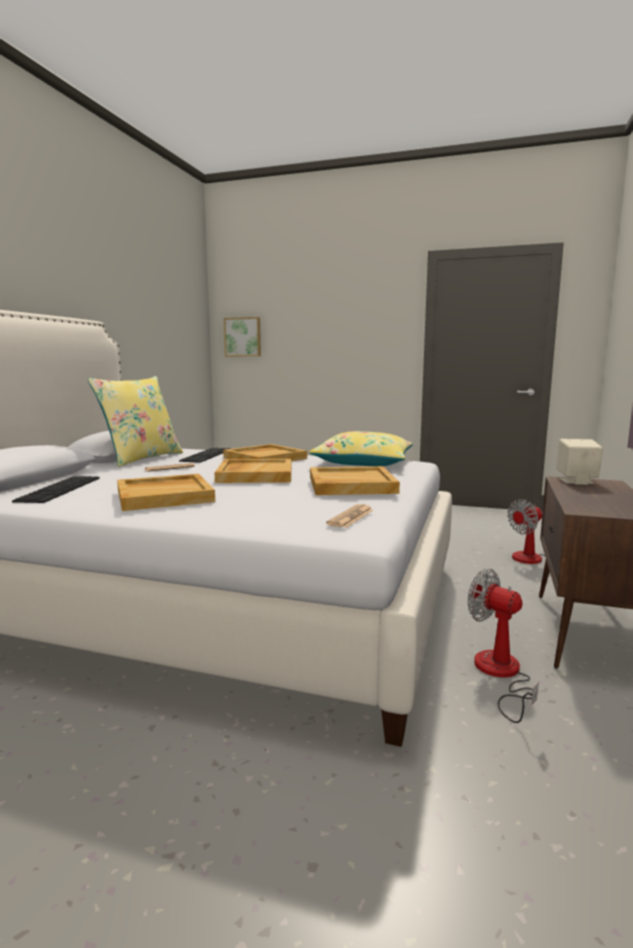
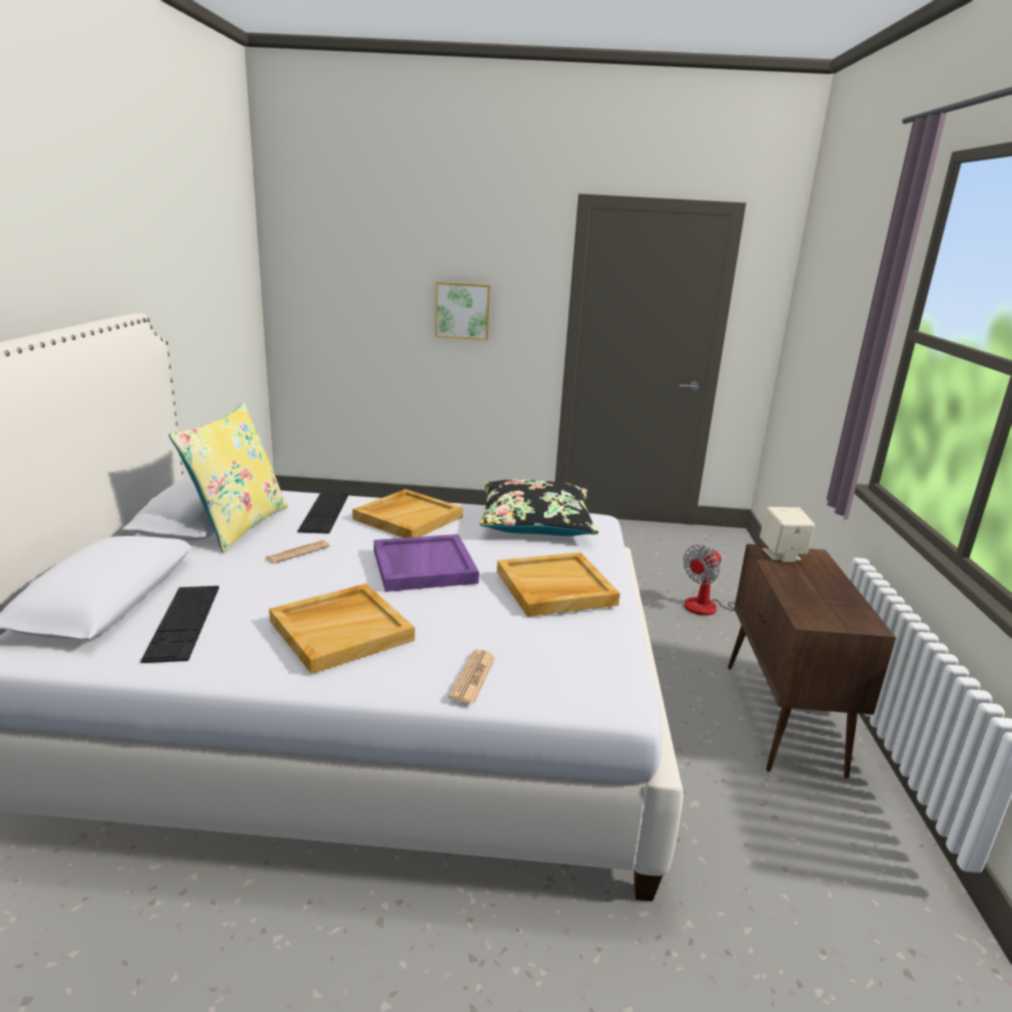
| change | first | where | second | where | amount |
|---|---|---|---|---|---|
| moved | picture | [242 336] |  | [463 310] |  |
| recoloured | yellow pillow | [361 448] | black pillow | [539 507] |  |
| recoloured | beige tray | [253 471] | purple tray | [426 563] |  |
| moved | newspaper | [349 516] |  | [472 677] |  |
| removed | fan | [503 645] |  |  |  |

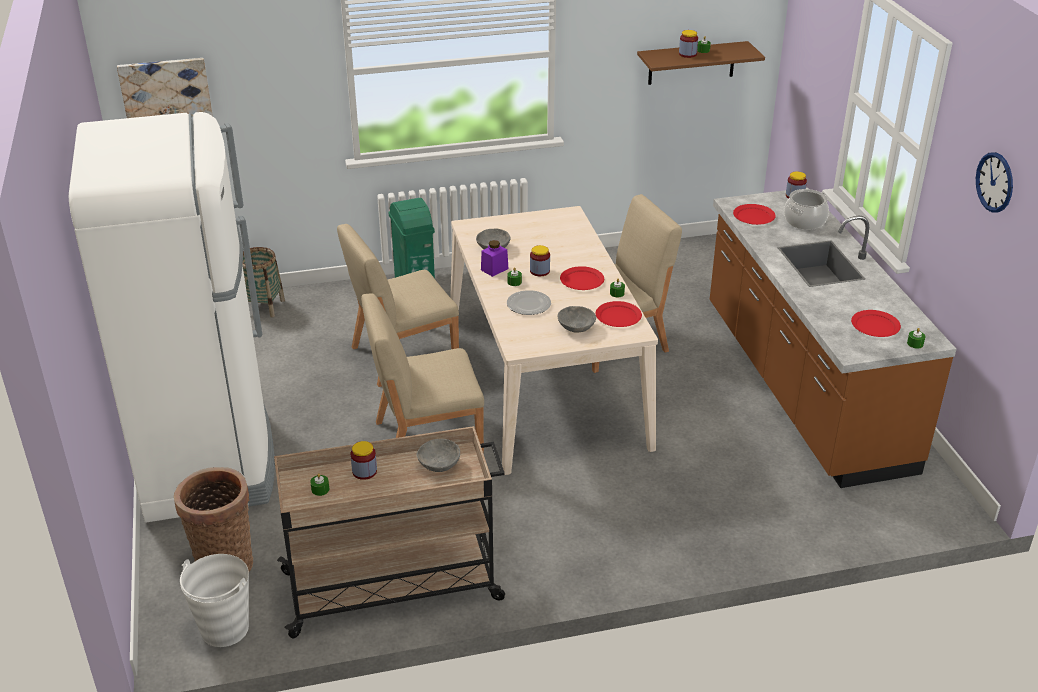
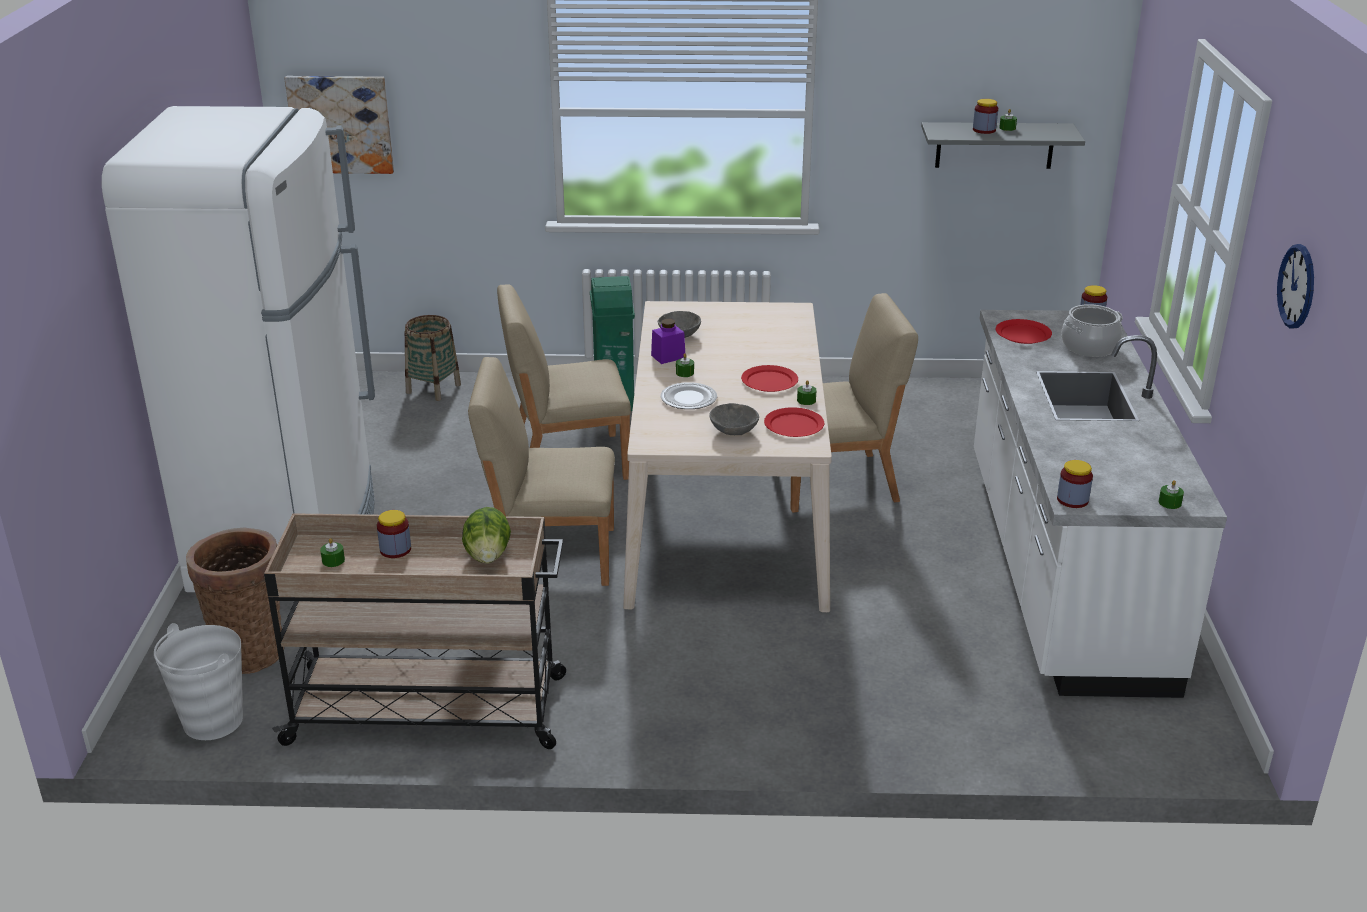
| change | first | where | second | where | amount |
|---|---|---|---|---|---|
| recoloured | brown shelf | [701 63] | grey shelf | [1003 145] |  |
| recoloured | brown counter | [833 338] | white counter | [1100 504] |  |
| moved | jar | [540 260] |  | [1075 484] |  |
| removed | red plate | [876 323] |  |  |  |
| replaced | grey bowl | [438 455] | lettuce | [486 535] |  |

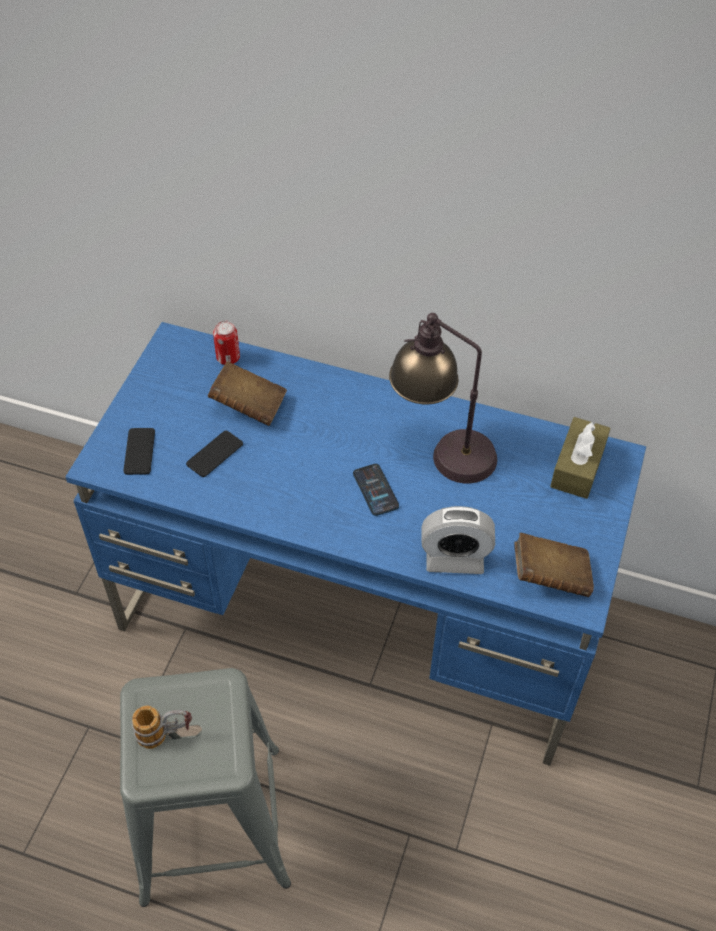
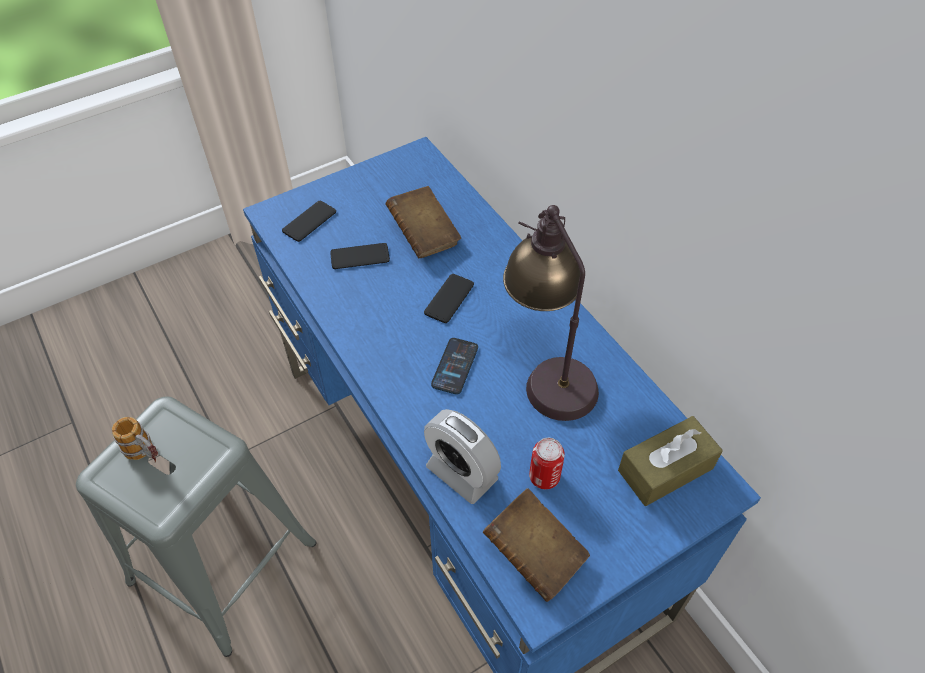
| change | first | where | second | where | amount |
|---|---|---|---|---|---|
| moved | can | [226 343] |  | [547 463] |  |
| added |  |  | phone | [449 298] |  |

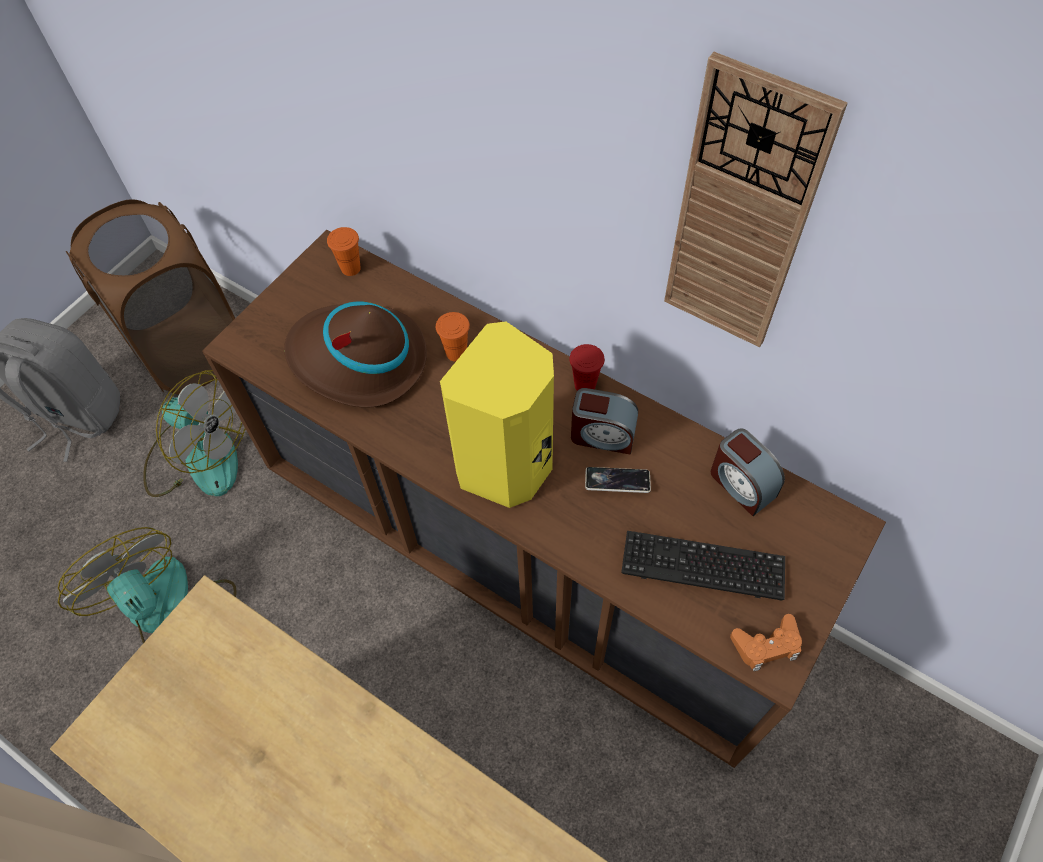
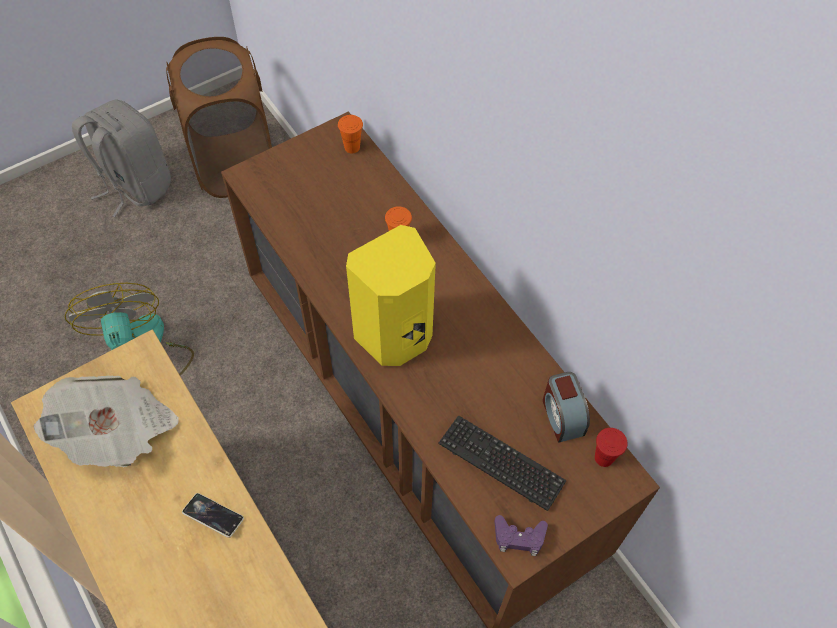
| change | first | where | second | where | amount |
|---|---|---|---|---|---|
| removed | wall clock | [756 199] |  |  |  |
| removed | brown hat | [355 354] |  |  |  |
| moved | red cup | [587 367] |  | [611 447] |  |
| removed | fan | [194 433] |  |  |  |
| removed | alarm clock | [604 421] |  |  |  |
| moved | phone | [618 480] |  | [213 515] |  |
| recoloured | orange game controller | [766 642] | purple game controller | [521 535] |  |
| added |  |  | newspaper | [106 422] |  |

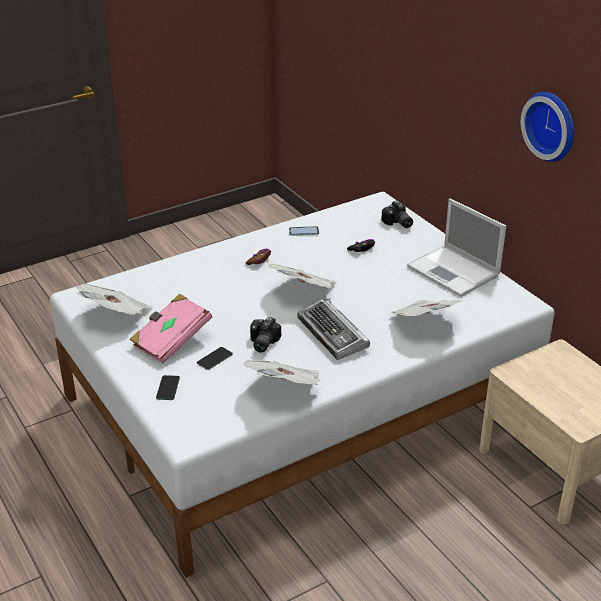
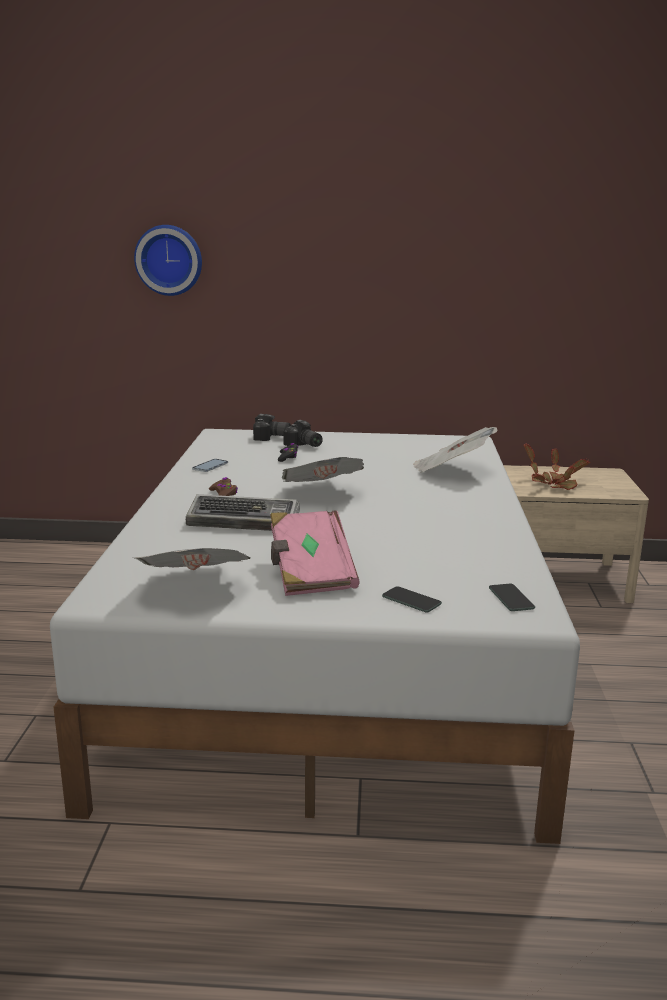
| change | first | where | second | where | amount |
|---|---|---|---|---|---|
| moved | wall clock | [547 127] |  | [168 260] |  |
| removed | laptop | [456 247] |  |  |  |
| moved | keyboard | [333 329] |  | [243 512] |  |
| moved | photo camera | [265 335] |  | [303 433] |  |
| moved | phone | [215 358] |  | [512 597] |  |
| removed | newspaper | [282 372] |  |  |  |
| added |  |  | potted plant | [557 467] |  |

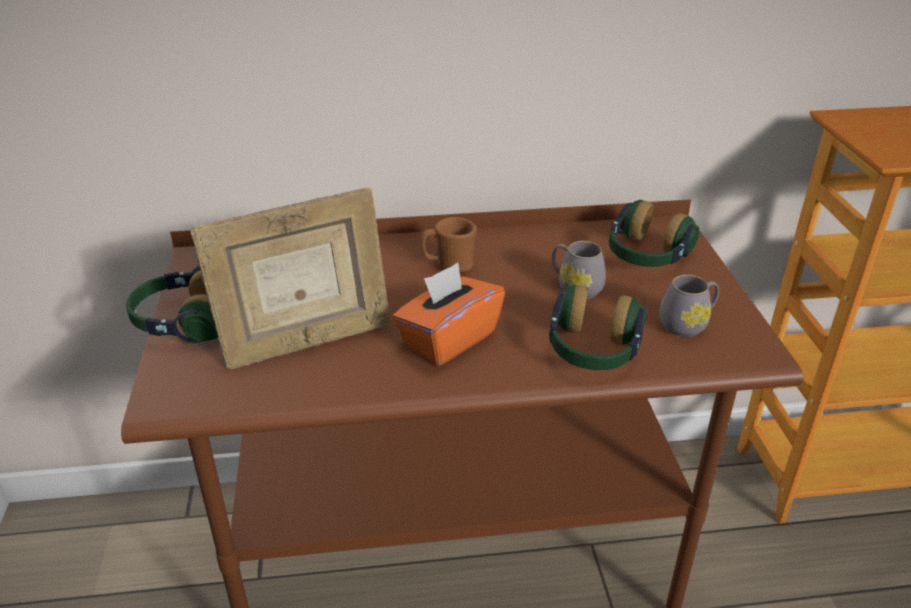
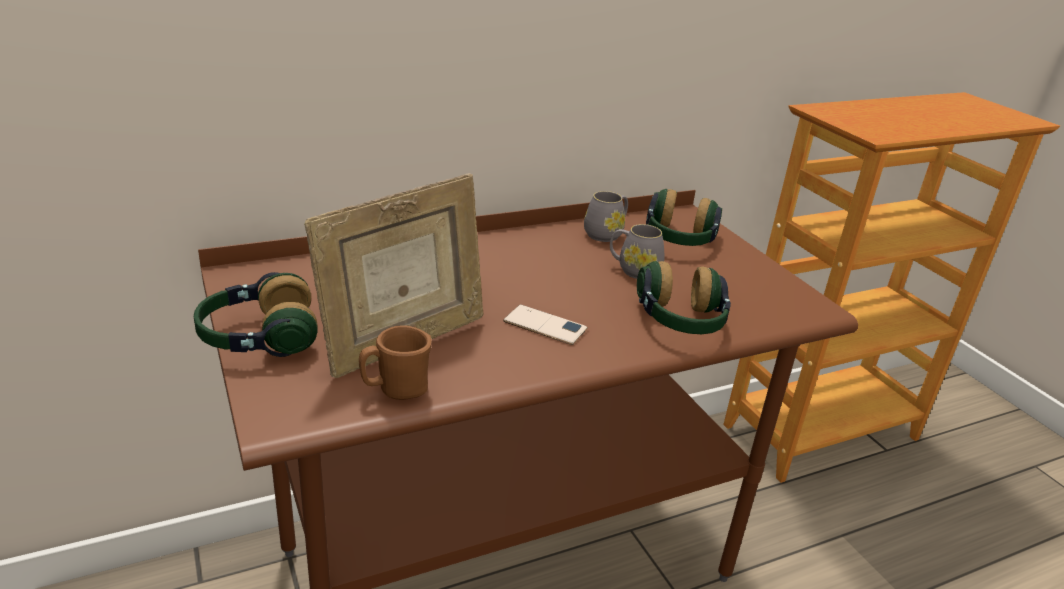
| change | first | where | second | where | amount |
|---|---|---|---|---|---|
| moved | brown mug | [449 244] |  | [395 362] |  |
| replaced | orange tissue box | [449 314] | phone | [545 324] |  |
| moved | grey mug | [689 306] |  | [606 216] |  |

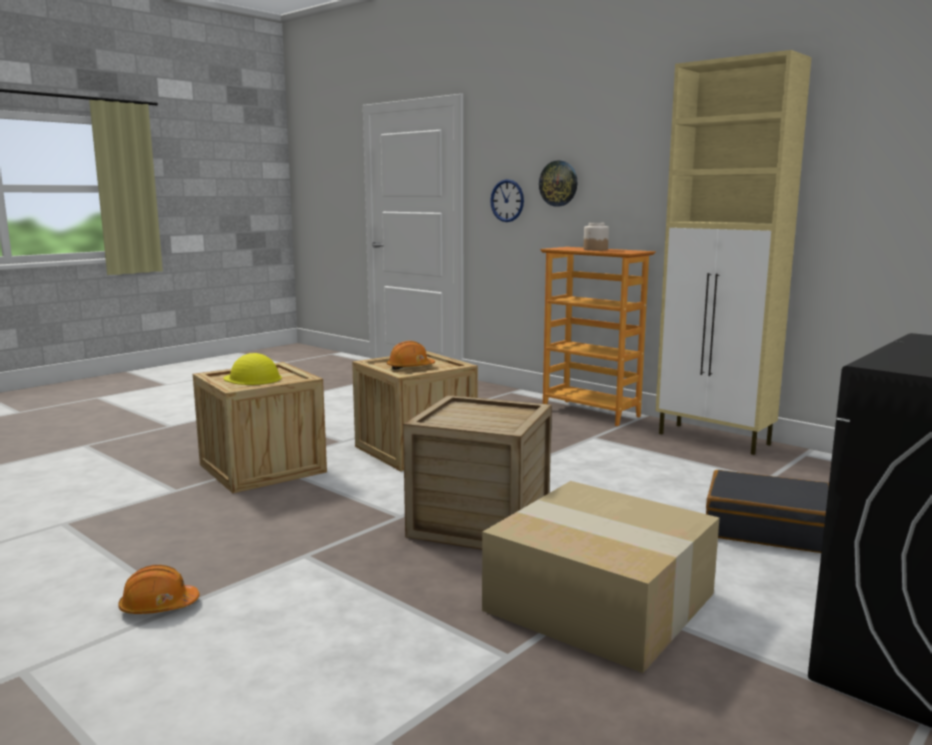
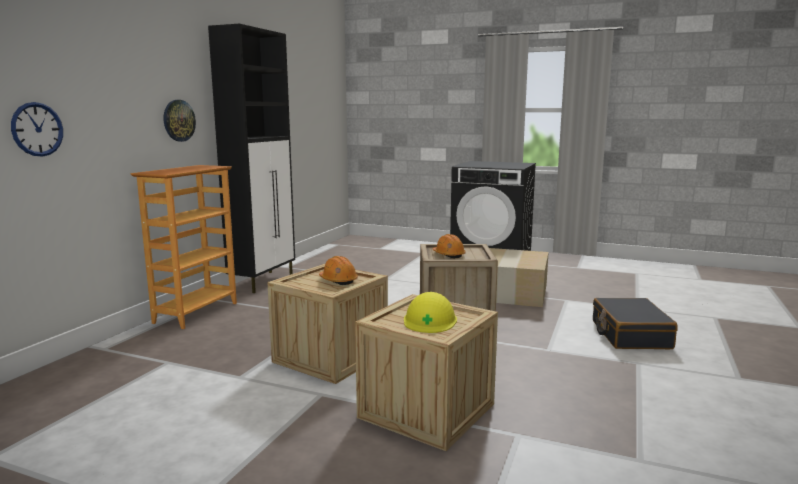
| change | first | where | second | where | amount |
|---|---|---|---|---|---|
| recoloured | beige cabinet | [734 252] | black cabinet | [251 158] |  |
| moved | wall clock | [558 183] |  | [179 121] |  |
| removed | jar | [596 237] |  |  |  |
| moved | black suitcase | [767 511] |  | [635 323] |  |
| moved | orange hard hat | [159 589] |  | [449 246] |  |

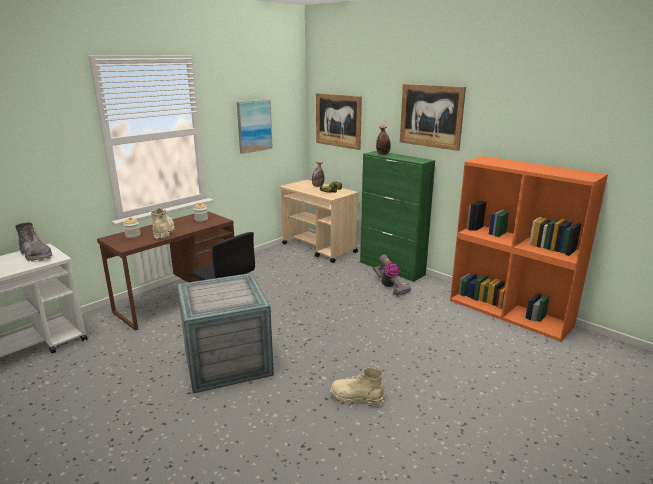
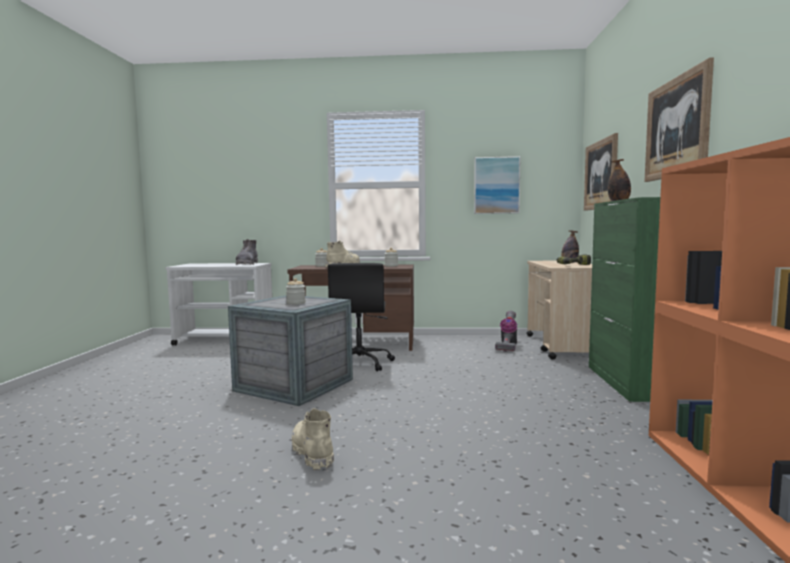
| change | first | where | second | where | amount |
|---|---|---|---|---|---|
| moved | vacuum cleaner | [392 275] |  | [506 331] |  |
| added |  |  | jar | [296 291] |  |

